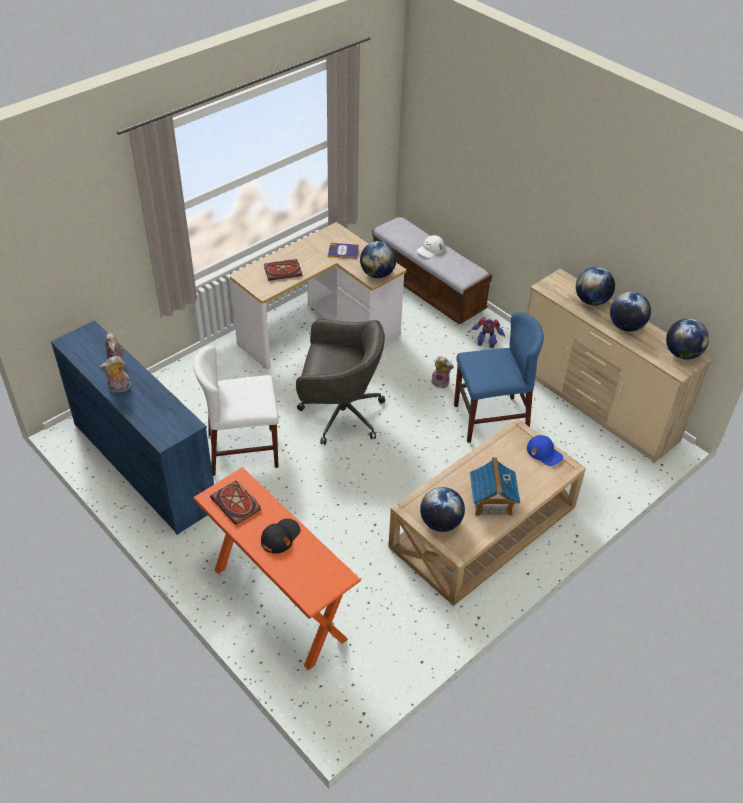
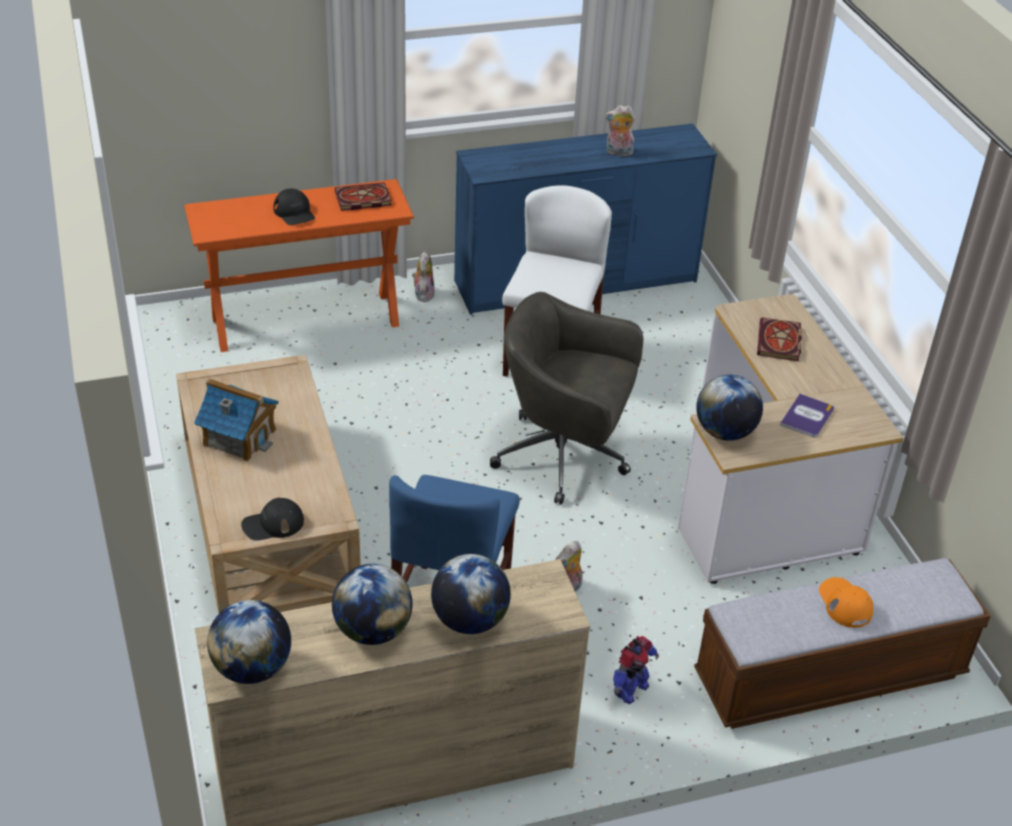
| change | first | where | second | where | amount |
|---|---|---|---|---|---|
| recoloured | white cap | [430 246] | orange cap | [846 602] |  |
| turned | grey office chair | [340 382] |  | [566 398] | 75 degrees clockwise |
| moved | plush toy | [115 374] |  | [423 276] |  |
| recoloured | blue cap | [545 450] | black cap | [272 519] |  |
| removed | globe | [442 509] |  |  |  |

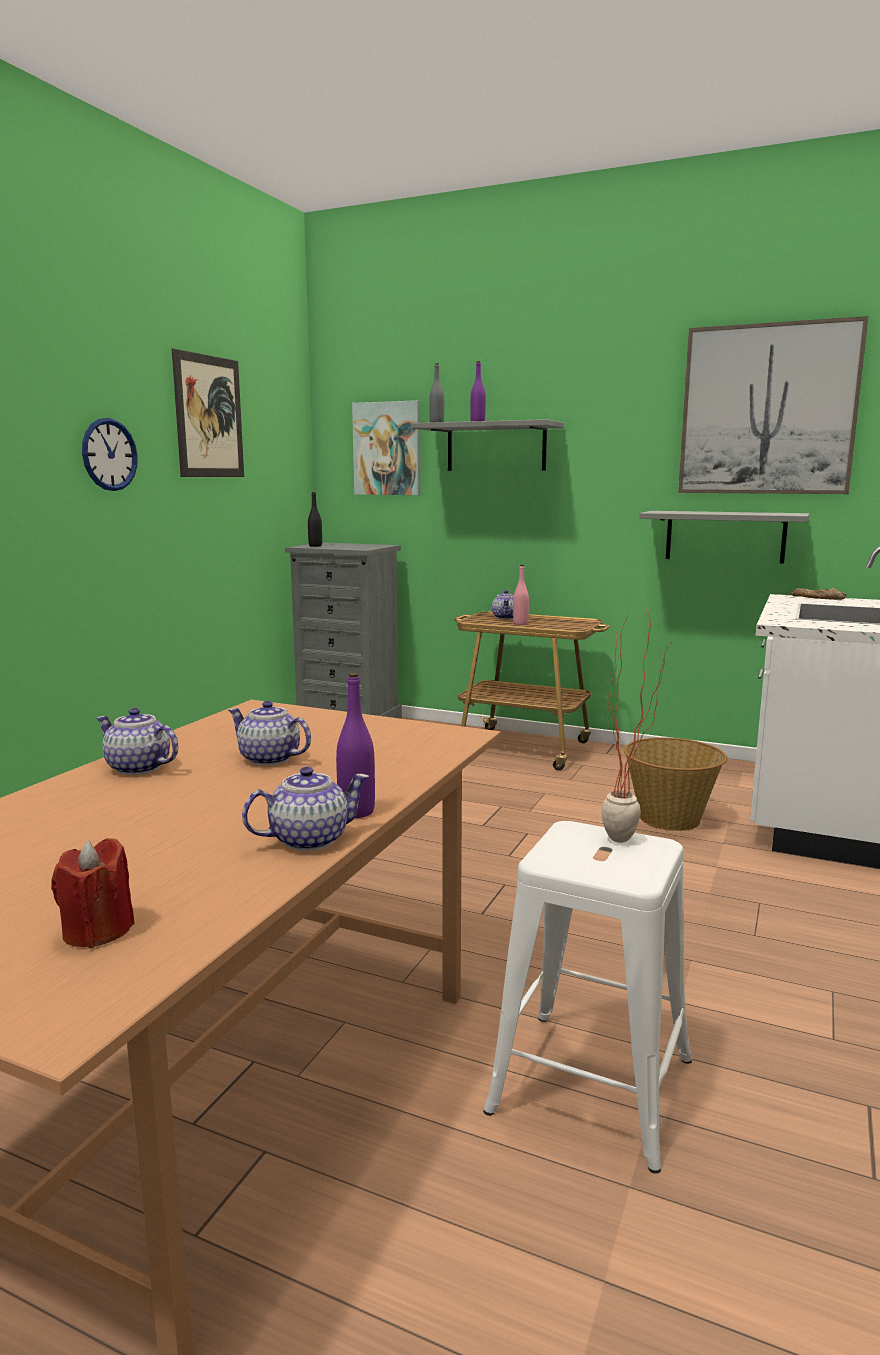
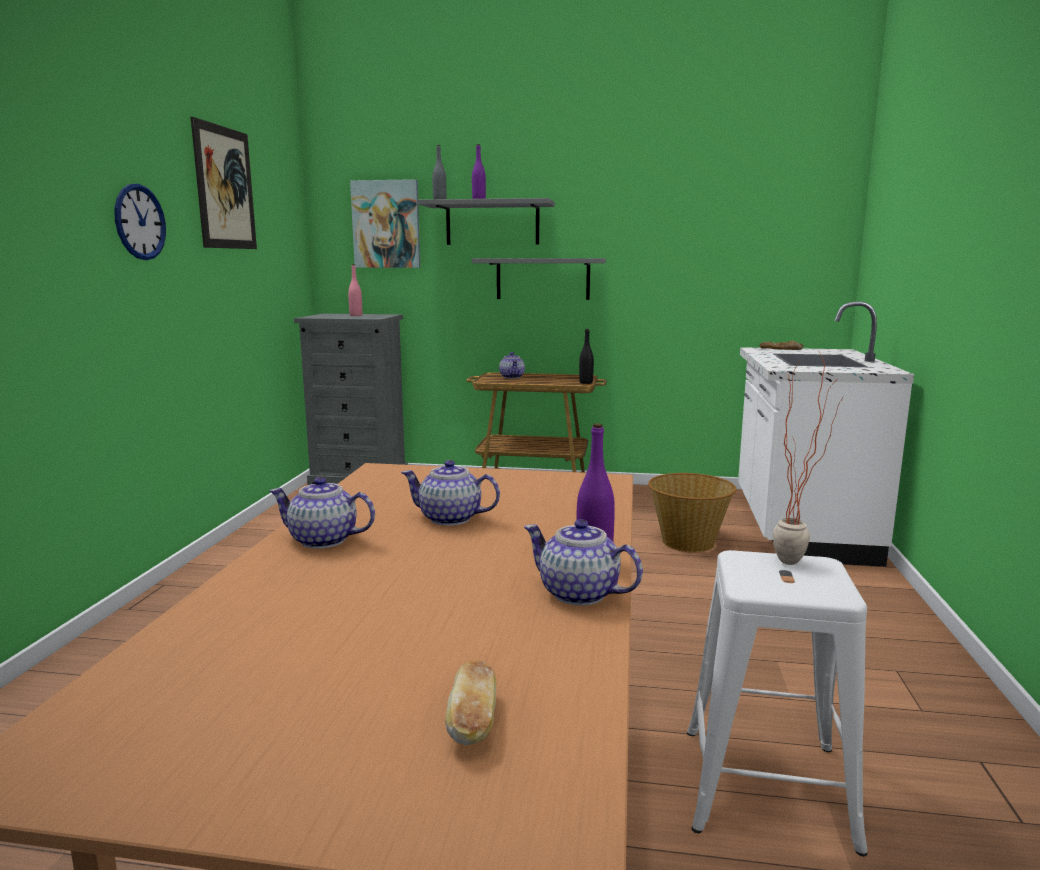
| change | first | where | second | where | amount |
|---|---|---|---|---|---|
| removed | picture | [773 405] |  |  |  |
| moved | black bottle | [315 519] |  | [586 356] |  |
| moved | grey shelf | [724 537] |  | [539 279] |  |
| moved | pink bottle | [521 595] |  | [355 290] |  |
| turned | teapot | [305 808] |  | [583 562] | 105 degrees counterclockwise |
| replaced | red candle | [93 893] | bread | [470 703] |  |

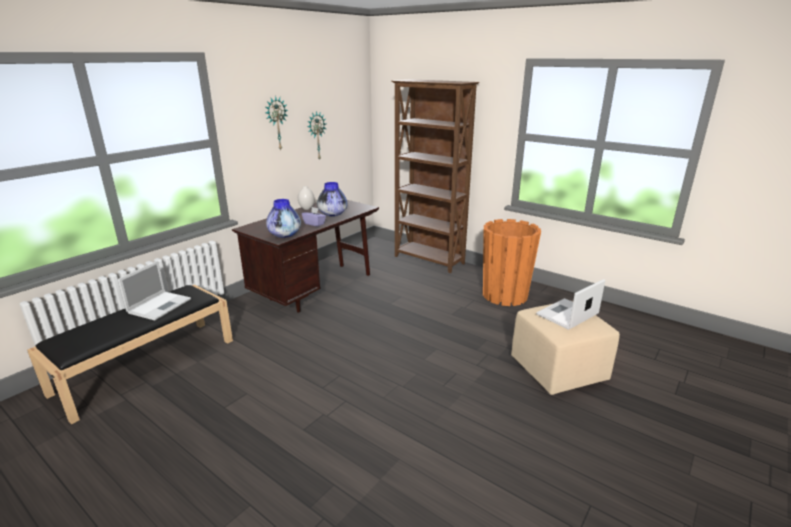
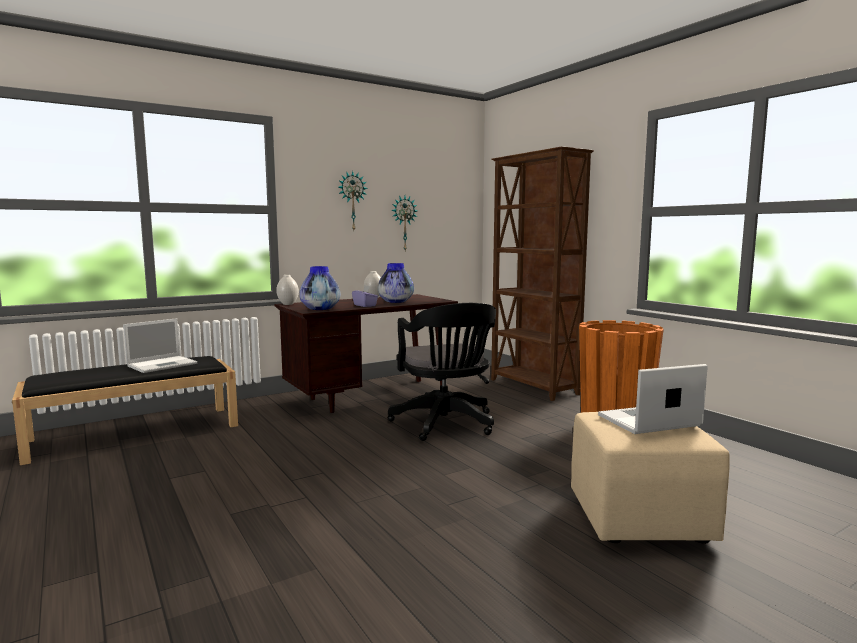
| change | first | where | second | where | amount |
|---|---|---|---|---|---|
| added |  |  | white vase | [287 290] |  |
| added |  |  | black office chair | [442 372] |  |

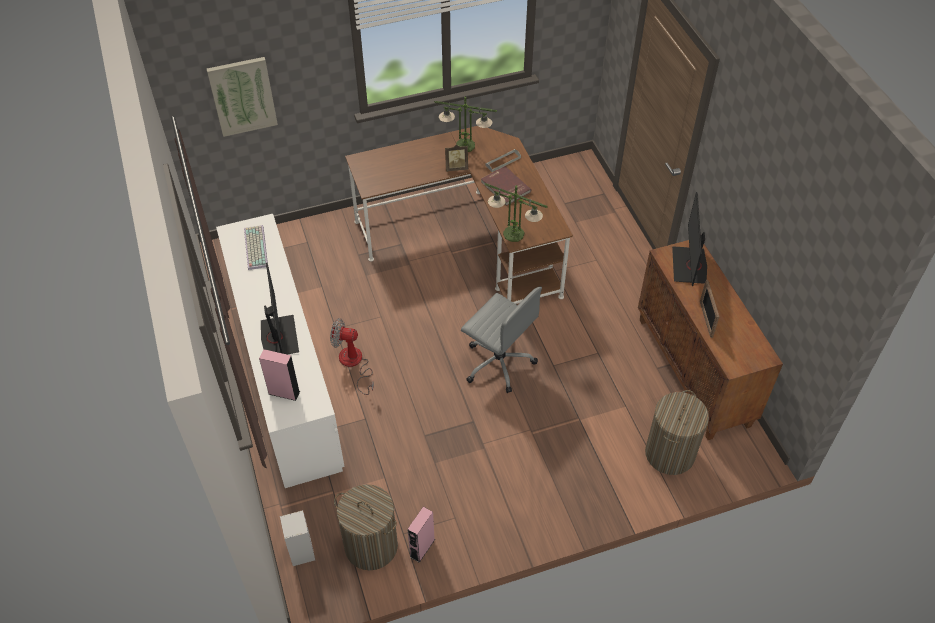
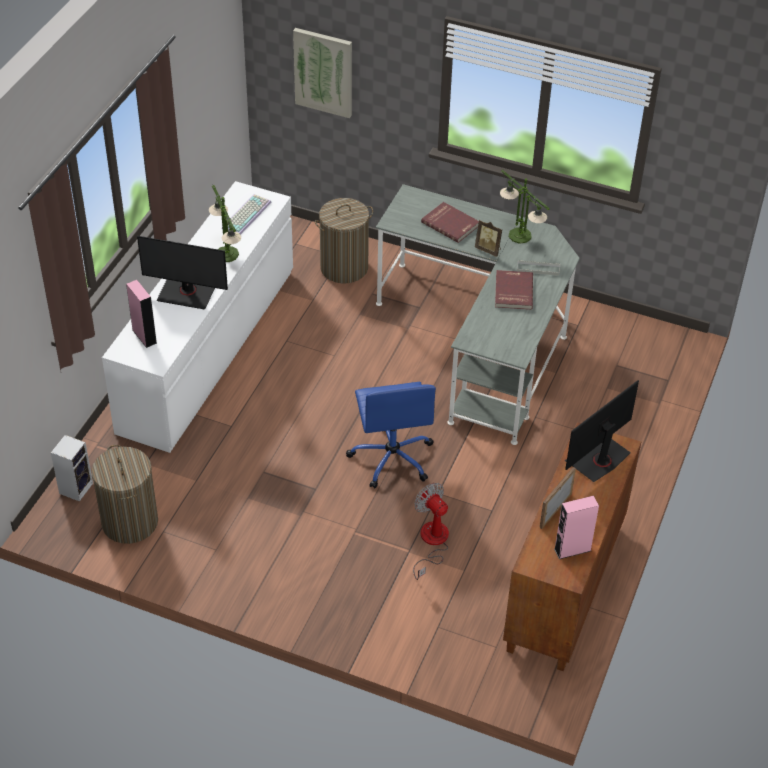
| change | first | where | second | where | amount |
|---|---|---|---|---|---|
| recoloured | brown desk | [459 215] | grey desk | [478 314] |  |
| moved | table lamp | [516 212] |  | [225 223] |  |
| turned | monitor | [280 308] |  | [182 273] | 75 degrees clockwise |
| recoloured | grey office chair | [501 340] | blue office chair | [391 435] |  |
| moved | fan | [352 356] |  | [431 531] |  |
| moved | laundry basket | [677 432] |  | [344 240] |  |
| moved | pink speaker | [421 535] |  | [576 527] |  |
| added |  |  | red book | [450 222] |  |

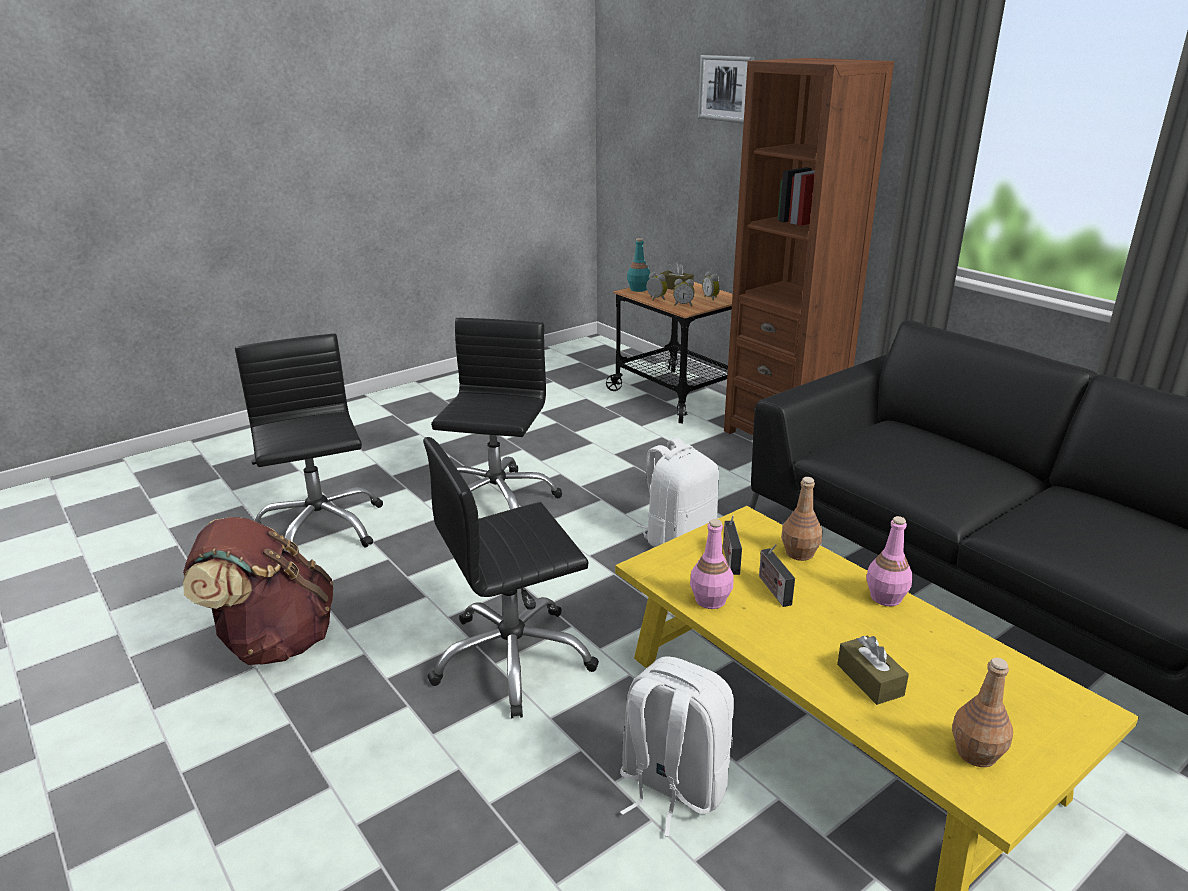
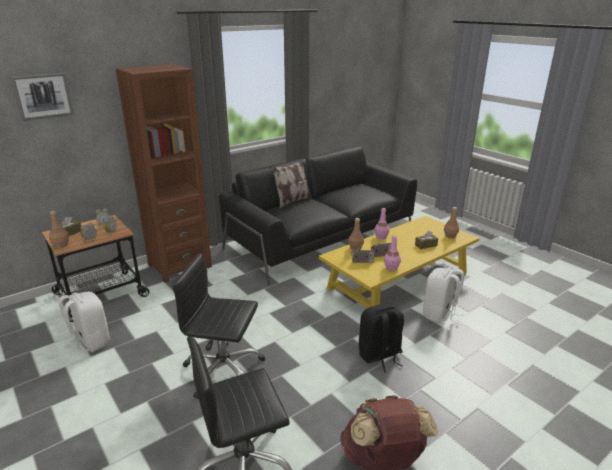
| change | first | where | second | where | amount |
|---|---|---|---|---|---|
| recoloured | turquoise bottle | [639 265] | brown bottle | [59 229] |  |
| replaced | black office chair | [511 577] | black backpack | [381 337] |  |
| moved | white backpack | [678 492] |  | [84 324] |  |
| added |  |  | pillow | [290 183] |  |

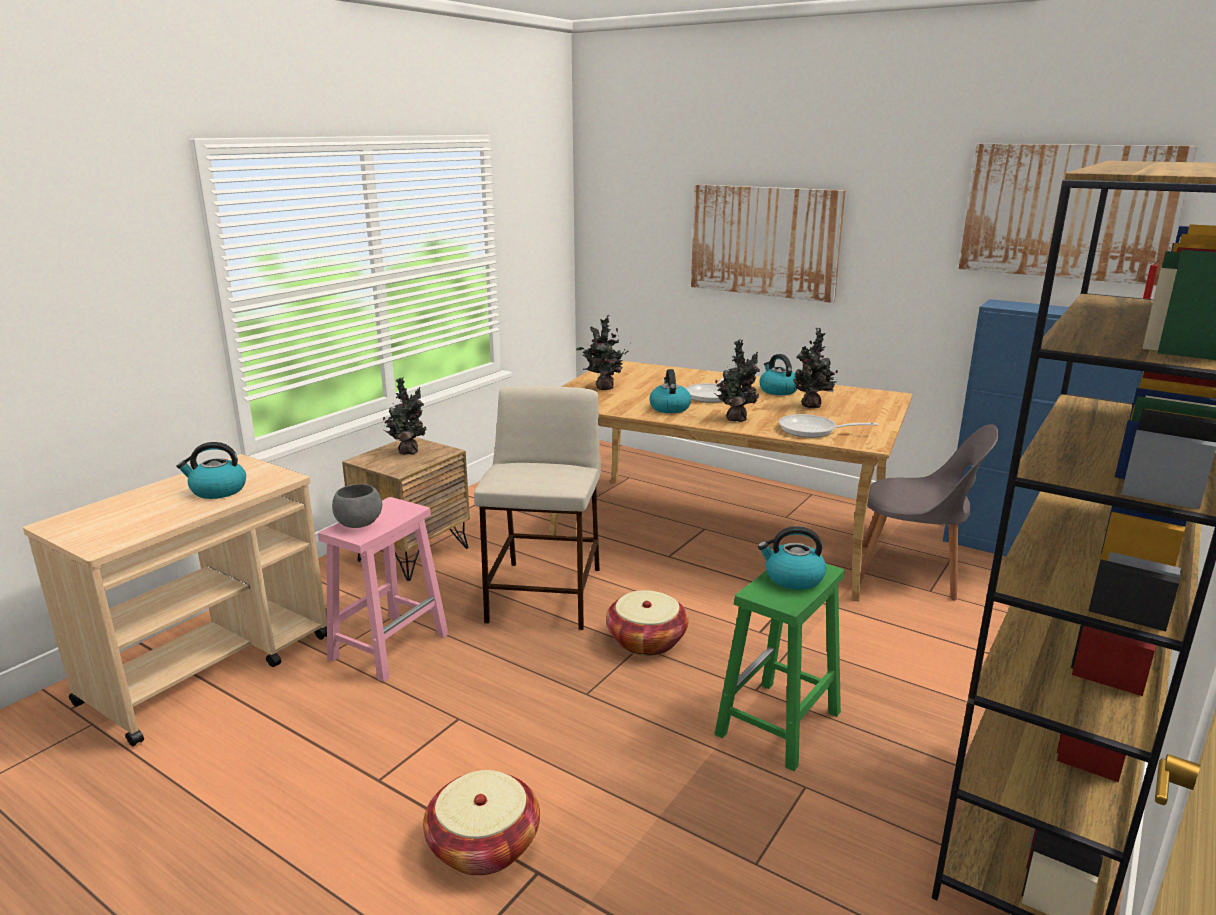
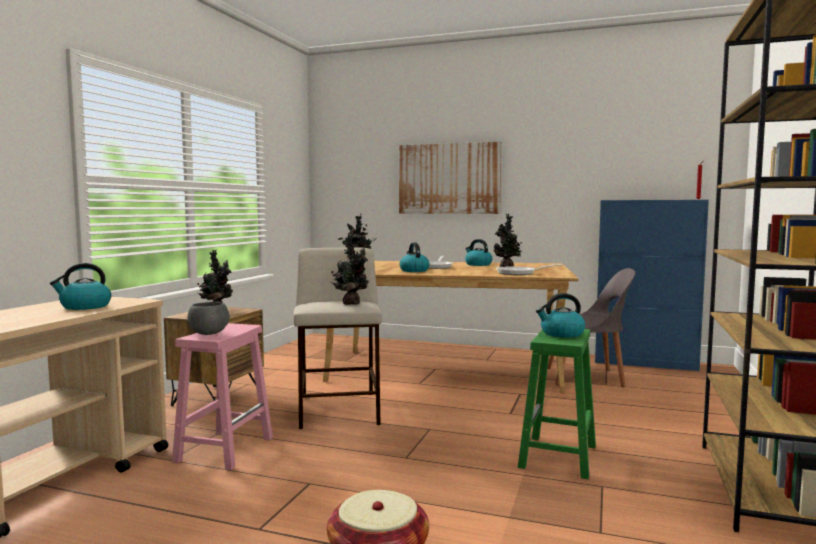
| change | first | where | second | where | amount |
|---|---|---|---|---|---|
| removed | picture | [1078 215] |  |  |  |
| moved | potted plant | [737 380] |  | [350 269] |  |
| removed | basket | [647 623] |  |  |  |

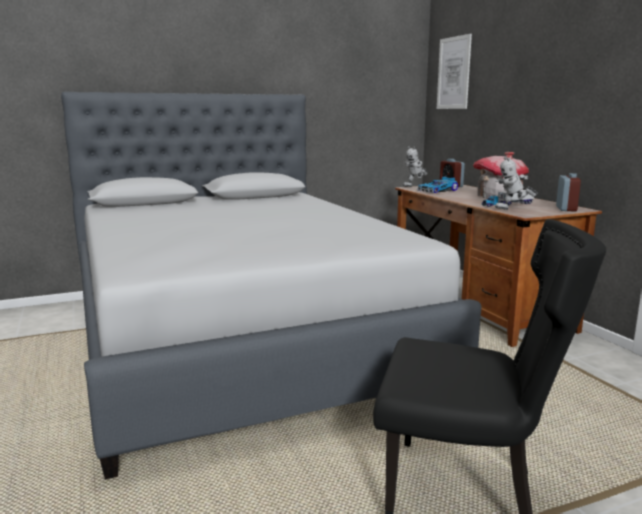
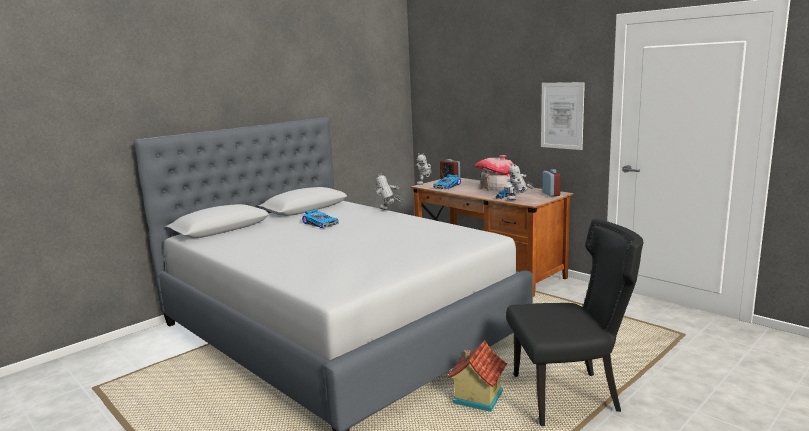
| change | first | where | second | where | amount |
|---|---|---|---|---|---|
| moved | picture | [454 71] |  | [563 116] |  |
| added |  |  | toy robot | [388 191] |  |
| added |  |  | toy car | [320 218] |  |
| added |  |  | toy house | [477 376] |  |

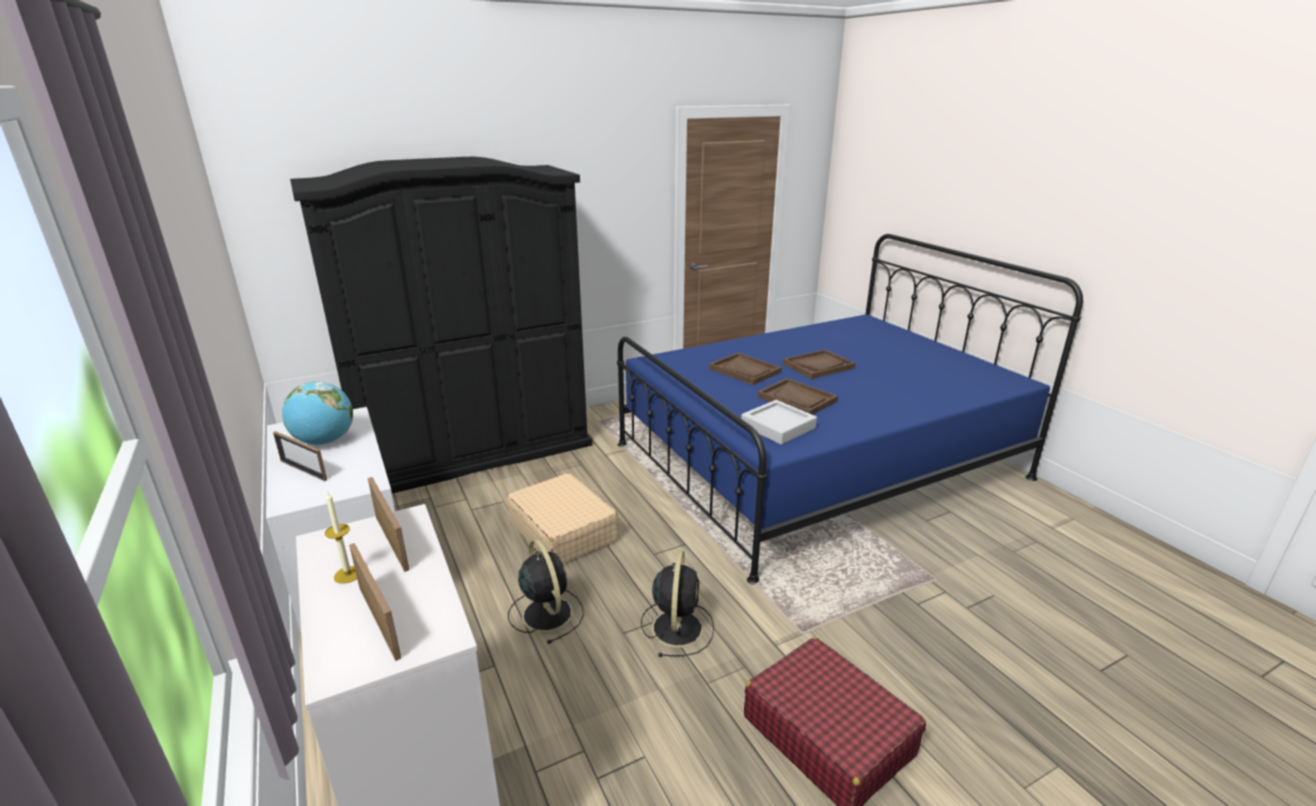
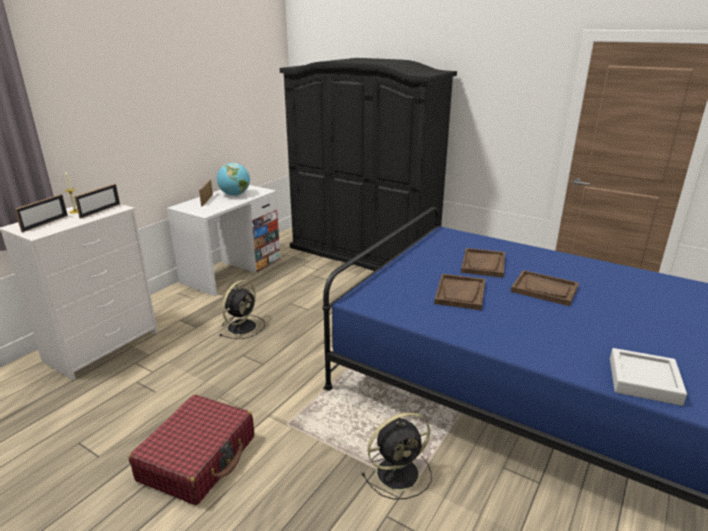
| change | first | where | second | where | amount |
|---|---|---|---|---|---|
| moved | grey tray | [779 422] |  | [648 377] |  |
| removed | beige suitcase | [562 518] |  |  |  |
| moved | black fan | [677 603] |  | [397 456] |  |

